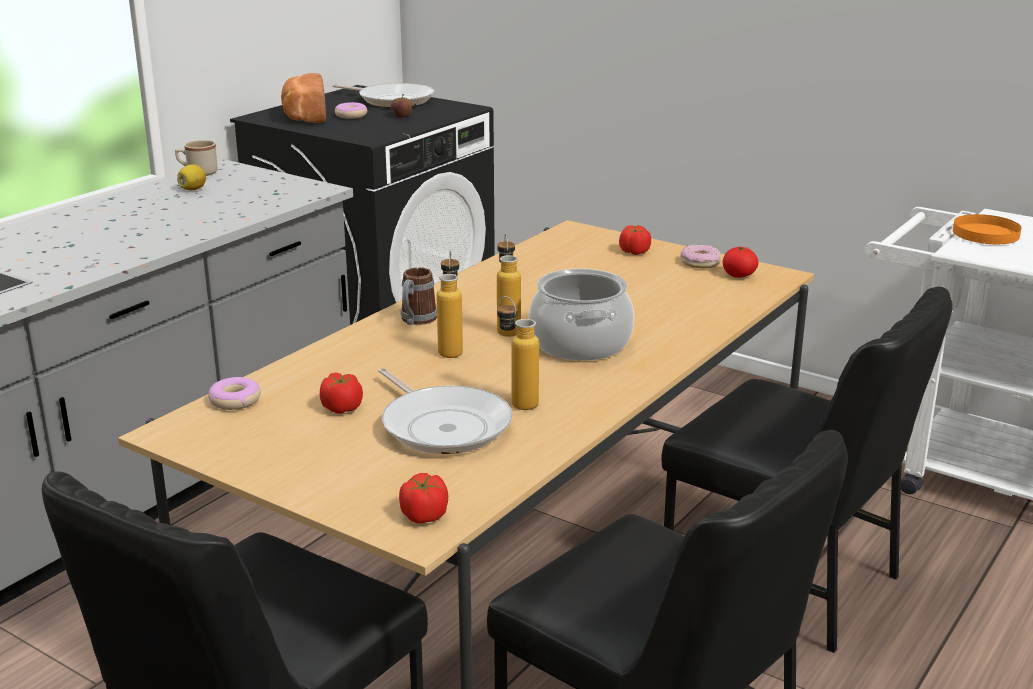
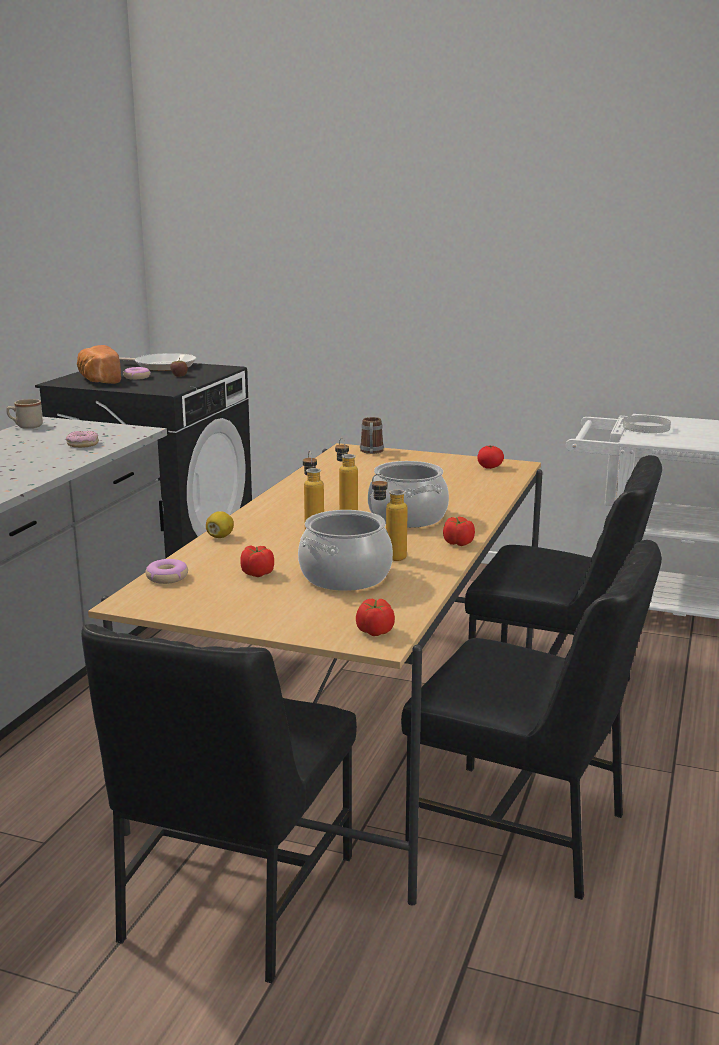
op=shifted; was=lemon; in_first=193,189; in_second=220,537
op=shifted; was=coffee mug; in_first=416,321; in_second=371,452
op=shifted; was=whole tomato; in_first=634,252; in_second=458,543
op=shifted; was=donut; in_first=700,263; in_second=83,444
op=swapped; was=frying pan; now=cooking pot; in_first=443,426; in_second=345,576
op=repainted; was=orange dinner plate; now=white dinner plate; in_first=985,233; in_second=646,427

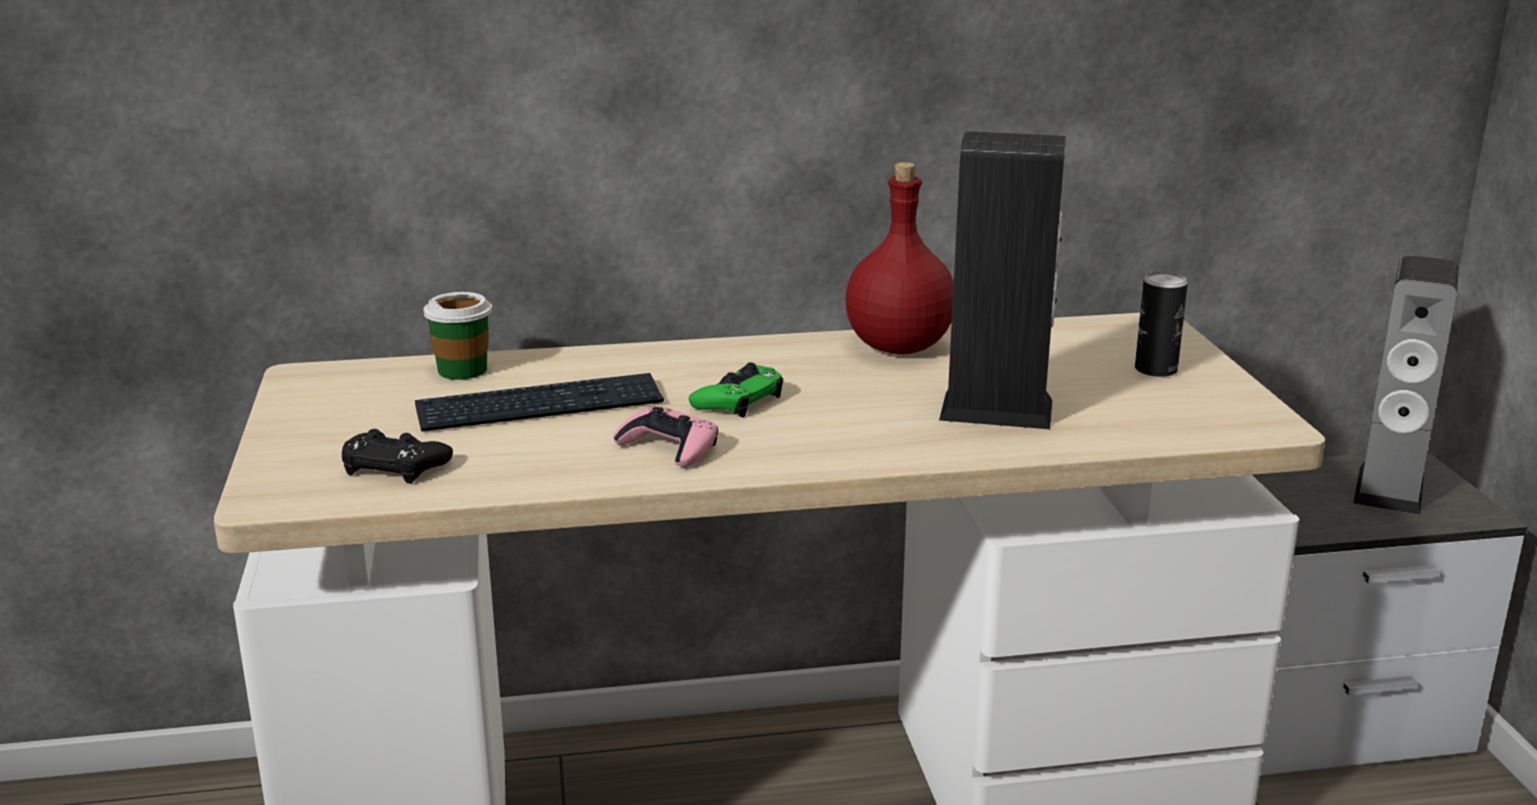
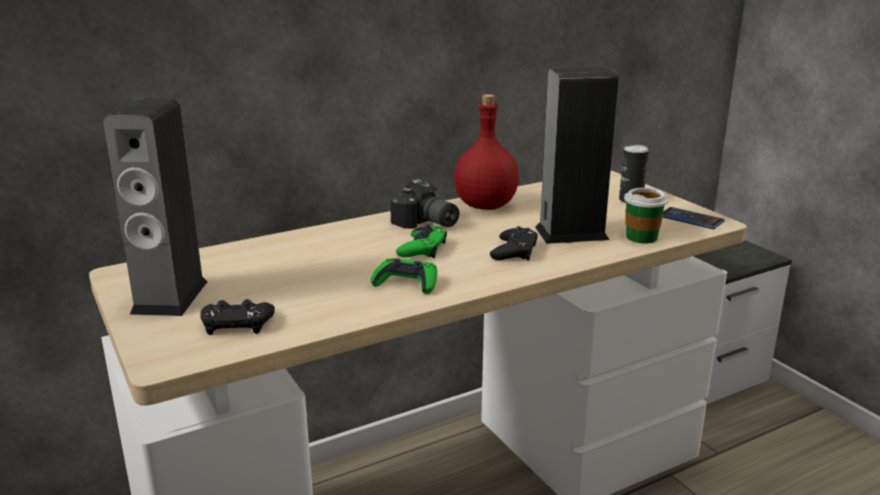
op=gone; was=keyboard; in_first=540,407
op=new; now=still camera; in_second=425,224
op=new; now=black-coloured gamepad; in_second=514,251
op=new; now=phone; in_second=691,219
op=shifted; was=drinking cup; in_first=463,370; in_second=641,237
op=shifted; was=speaker; in_first=1389,490; in_second=170,297
op=repainted; was=pink gamepad; now=greenish gamepad; in_first=669,447; in_second=406,283

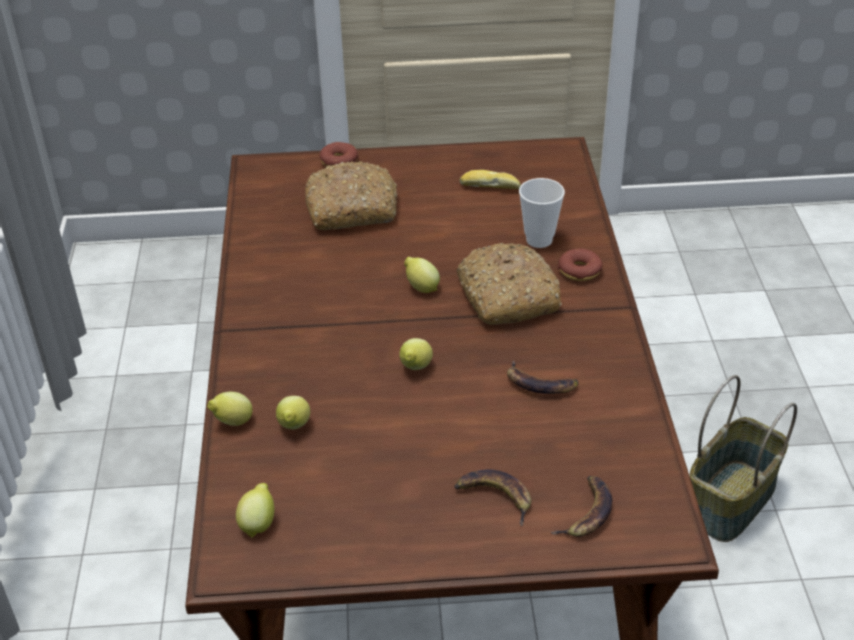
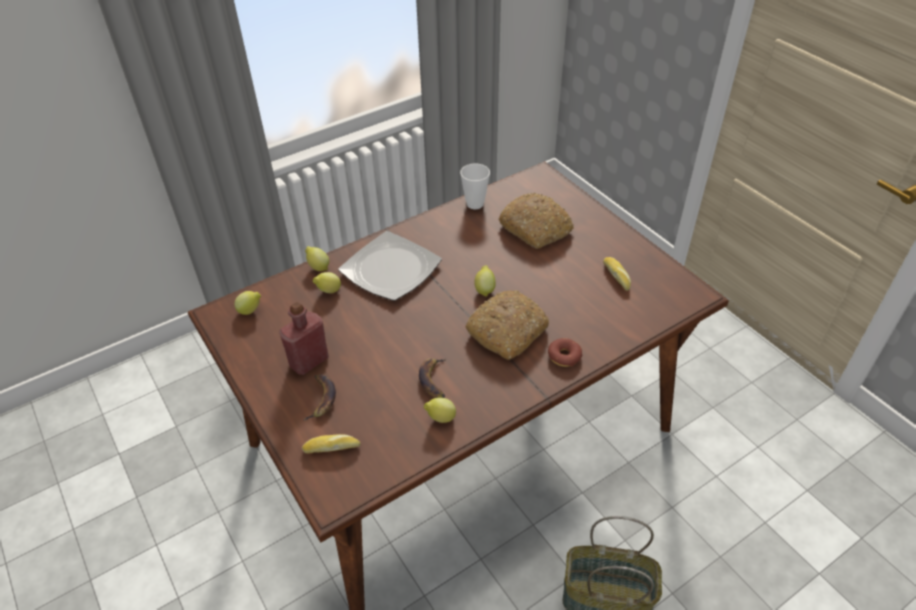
op=gone; was=donut; in_first=339,161
op=new; now=red-coloured drink bottle; in_second=309,361
op=new; now=dinner plate; in_second=390,268
op=shifted; was=lemon; in_first=415,368; in_second=440,418
op=shifted; was=drinking cup; in_first=539,240; in_second=475,204
op=swapped; was=banana; now=bread; in_first=586,512; in_second=331,447

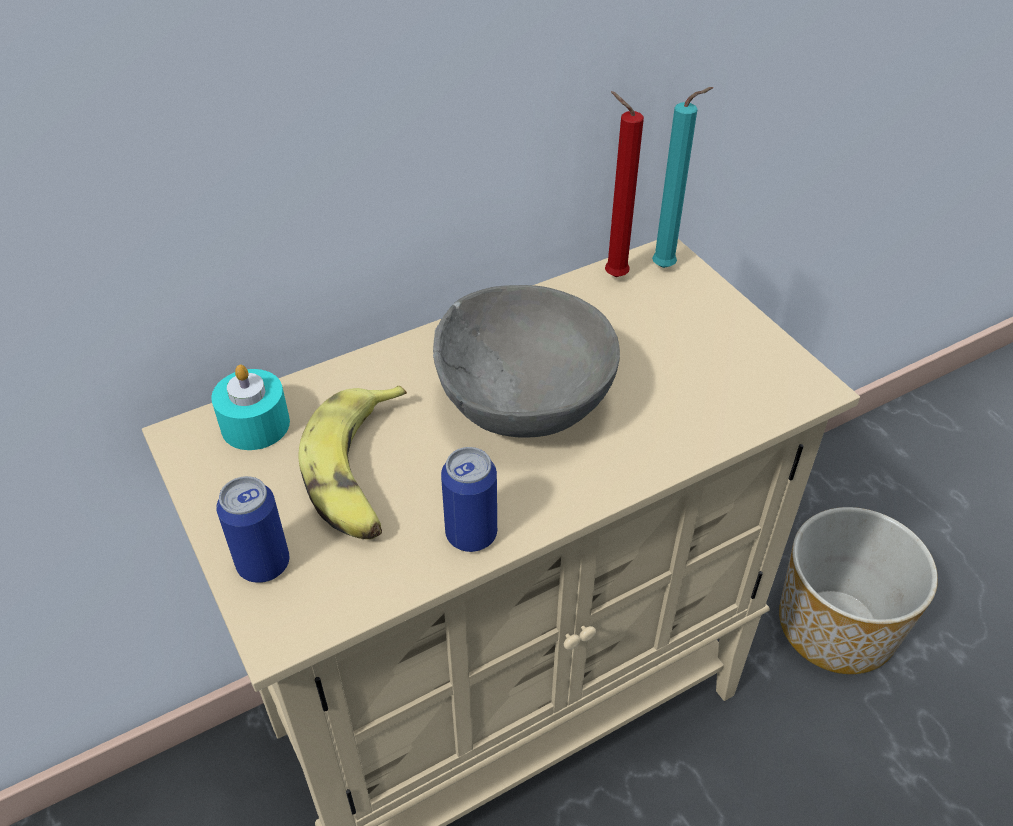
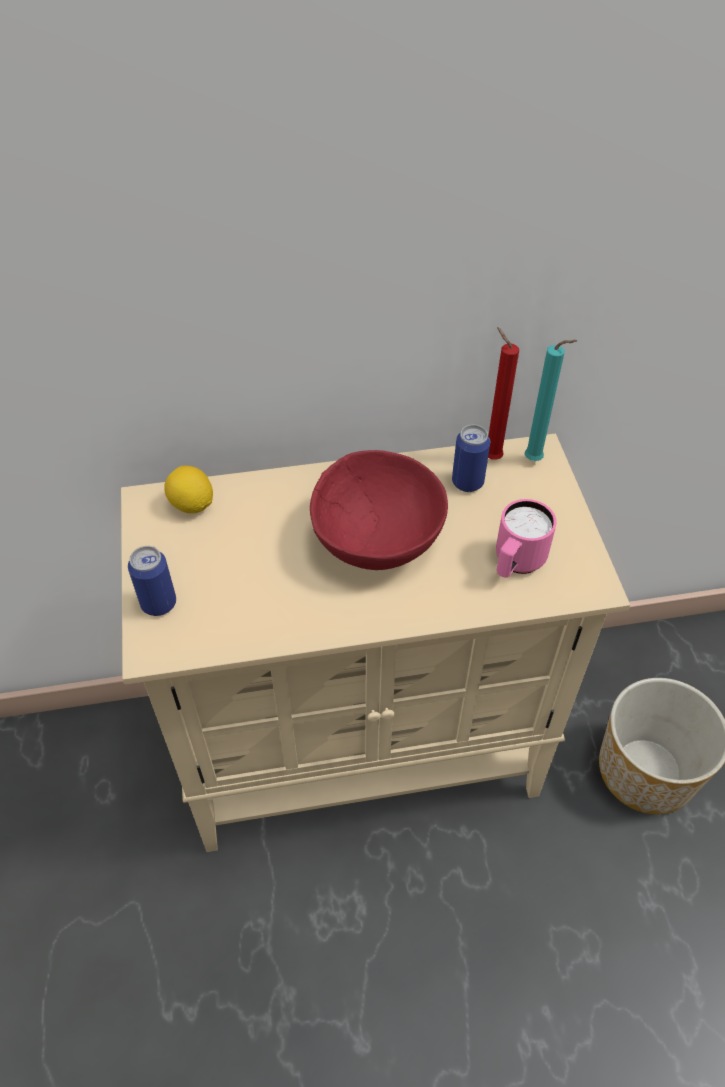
op=gone; was=banana; in_first=359,474
op=new; now=pink coffee mug; in_second=516,564
op=shifted; was=metal can; in_first=471,534; in_second=467,482
op=swapped; was=turquoise wax candle; now=lemon; in_first=255,424; in_second=192,505
op=repainted; was=grey bowl; now=red-coloured bowl; in_first=524,405; in_second=377,541

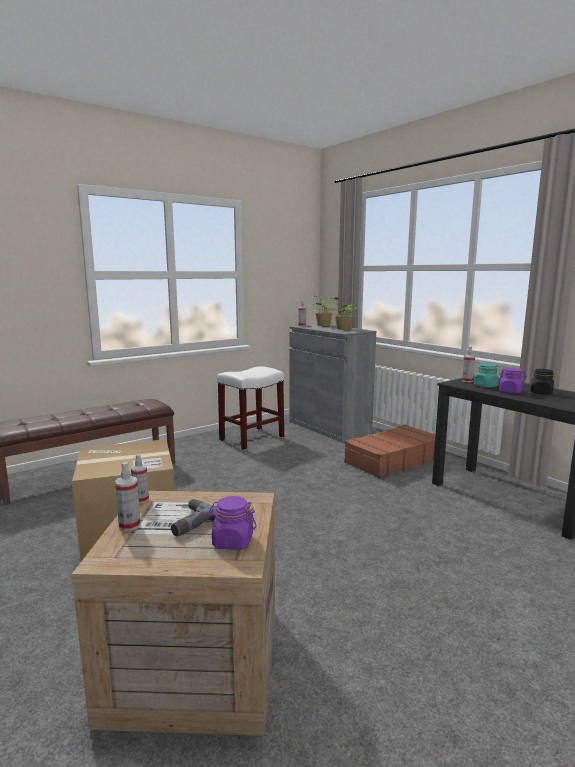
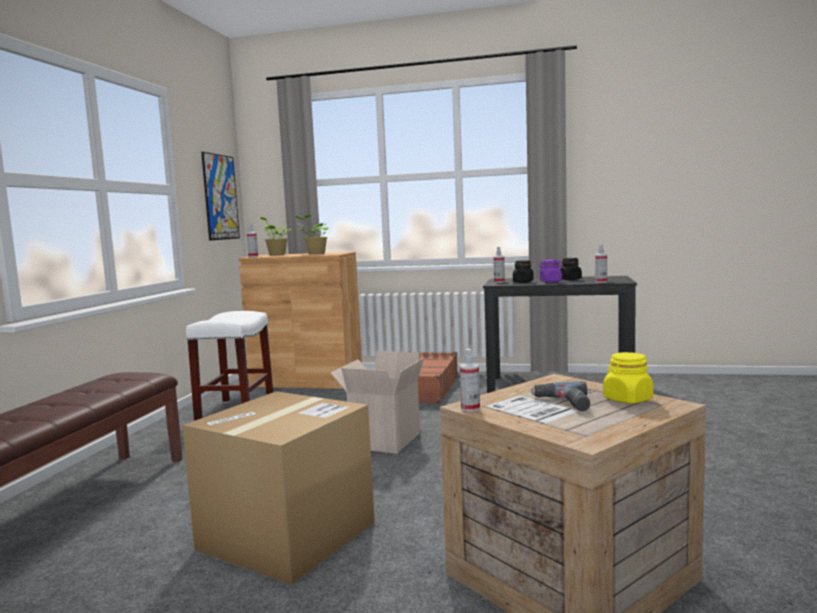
op=new; now=wall art; in_second=220,197
op=new; now=packing box; in_second=384,439
op=shifted; was=hand sprayer; in_first=129,525; in_second=601,282
op=repainted; was=purplish preserve jar; now=yellow preserve jar; in_first=232,541; in_second=627,399
op=repainted; was=grey cabinet; now=brown cabinet; in_first=329,427; in_second=307,381
op=repainted; was=turquoise preserve jar; now=black-coloured preserve jar; in_first=485,386; in_second=523,282

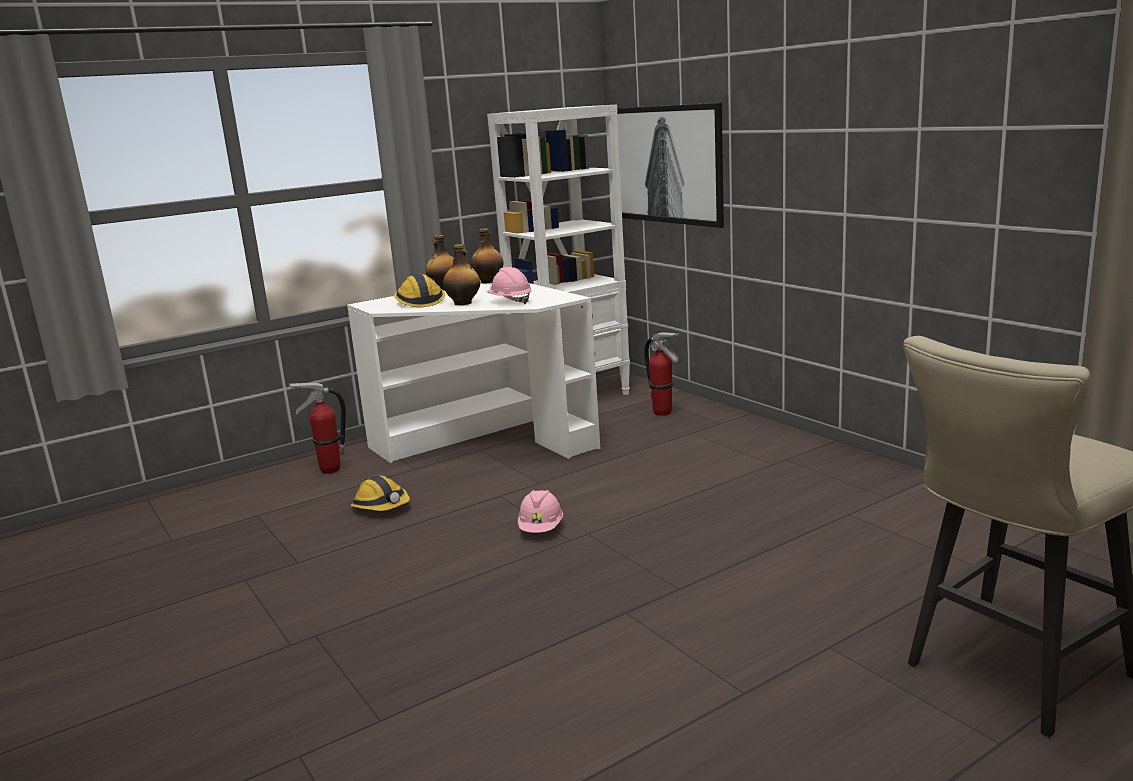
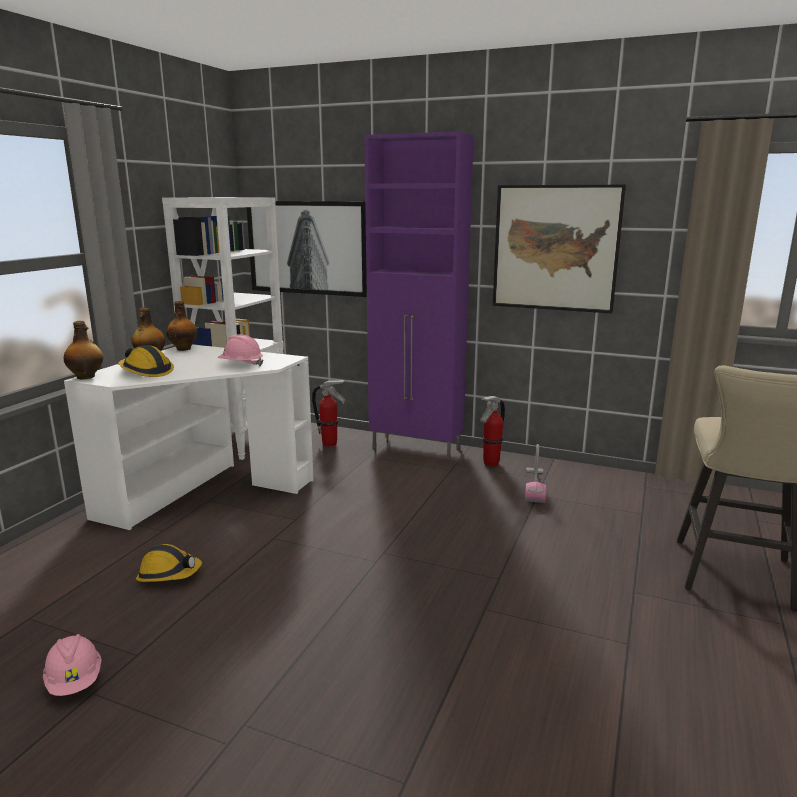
op=new; now=purplish cabinet; in_second=417,448
op=new; now=wall art; in_second=555,248
op=new; now=hoover; in_second=534,486
op=shifted; was=fire extinguisher; in_first=329,470; in_second=490,463
op=shifted; was=drink bottle; in_first=463,303; in_second=86,377
op=shifted; was=pink hard hat; in_first=541,529; in_second=75,681

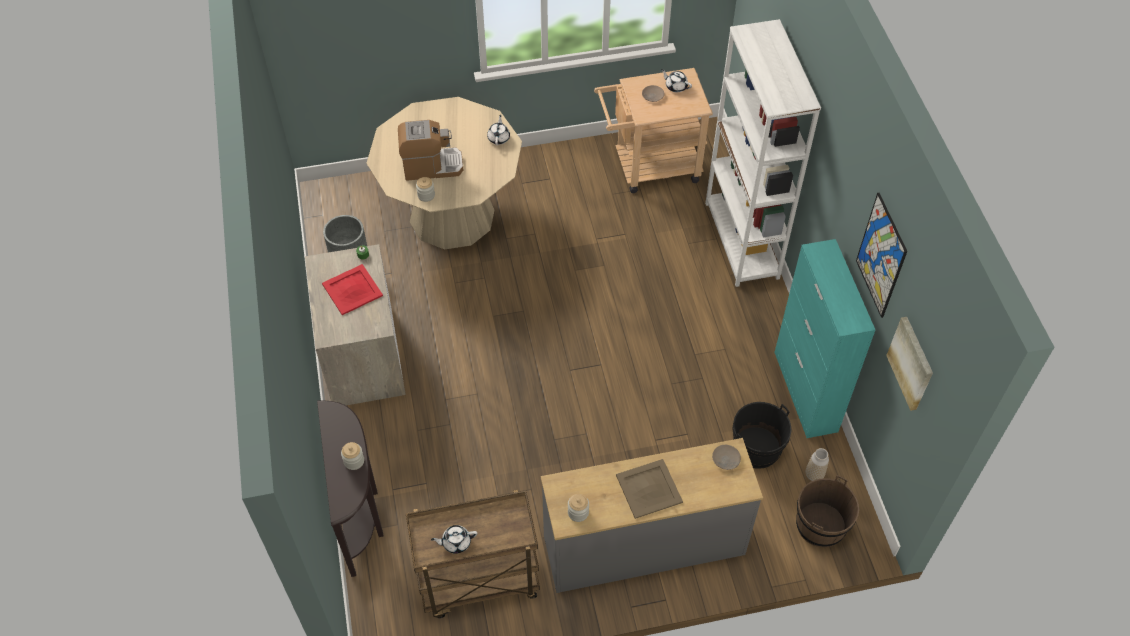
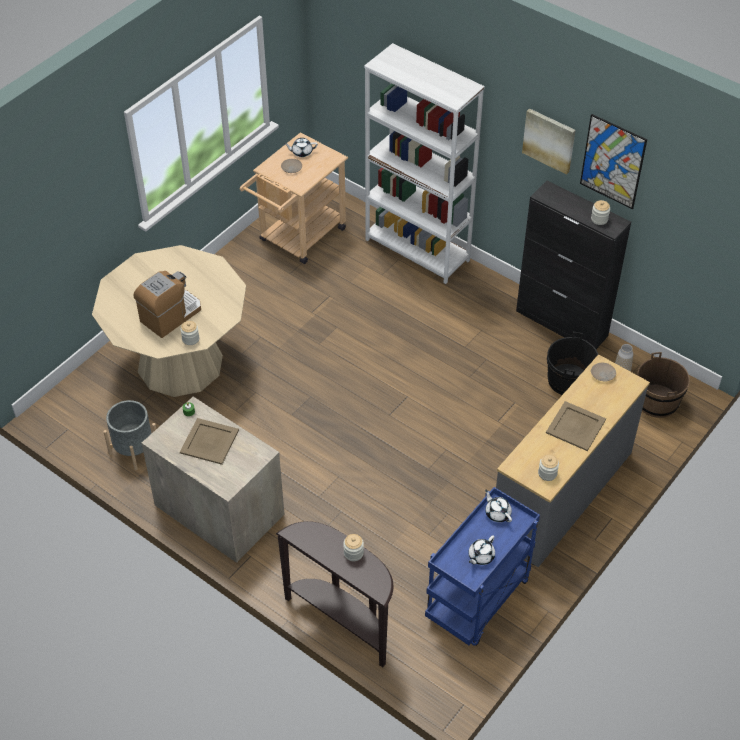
op=new; now=preserve jar; in_second=599,219
op=shifted; was=white pot for tea; in_first=499,138; in_second=497,513
op=shifted; was=wall art; in_first=911,363; in_second=549,140
op=repainted; was=red-coloured serving tray; now=sand-coloured serving tray; in_first=351,290; in_second=209,441
op=repainted; was=brown cart; now=blue cart; in_first=478,583; in_second=478,602
op=repainted; was=turquoise cabinet; now=black-coloured cabinet; in_first=805,392; in_second=562,323

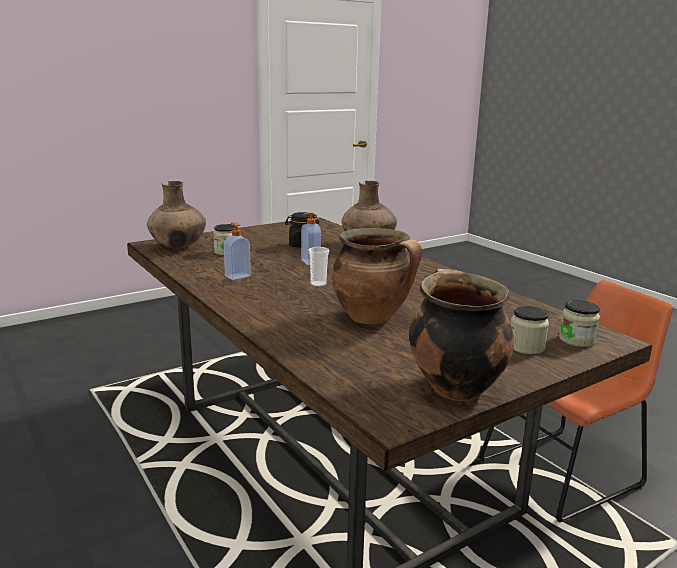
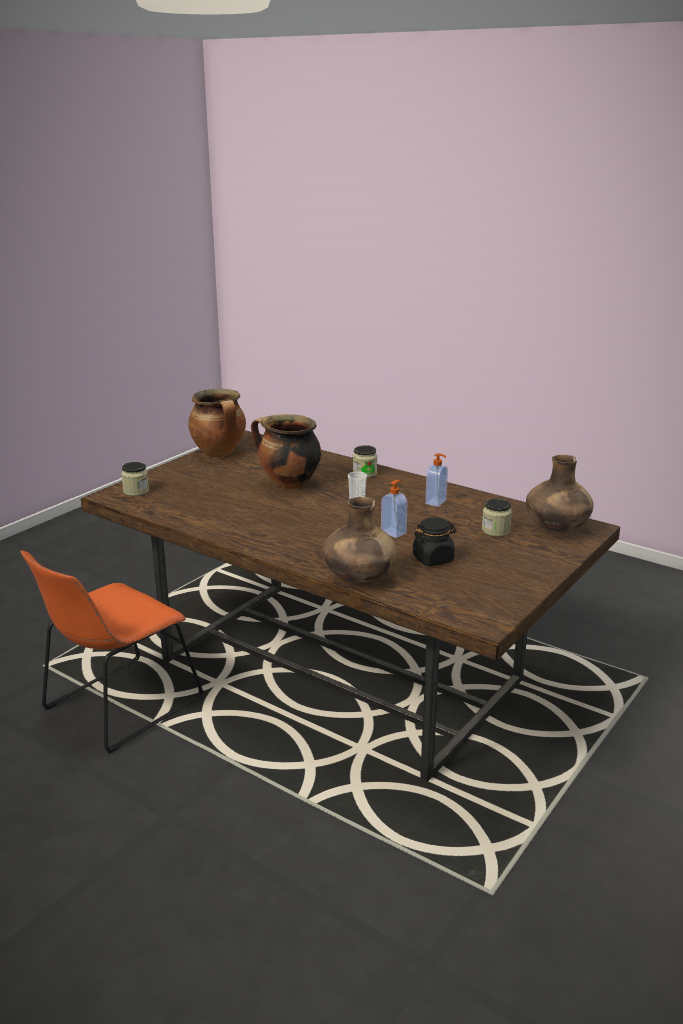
op=shifted; was=preserve jar; in_first=526,347; in_second=364,473

